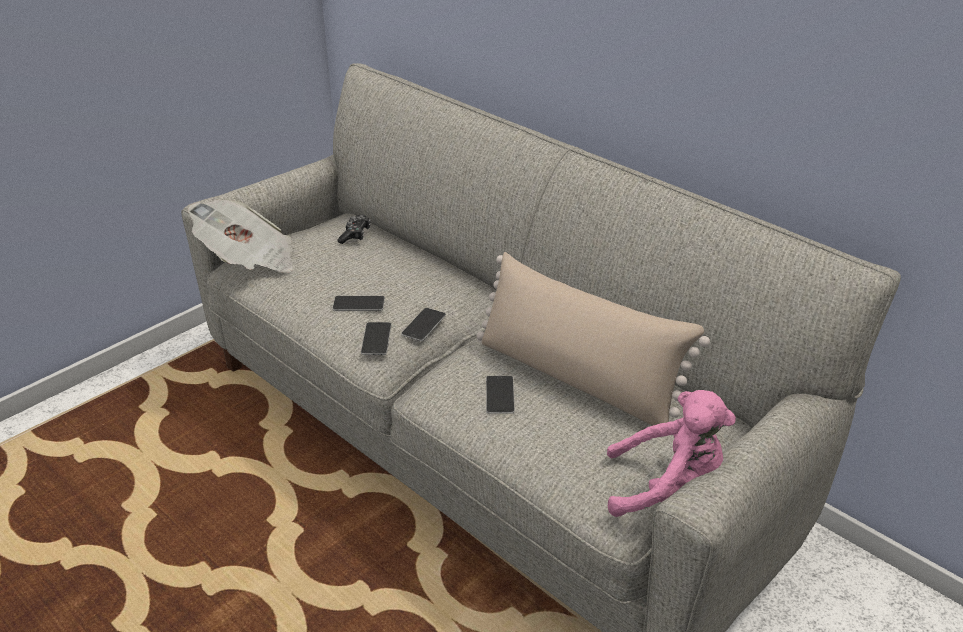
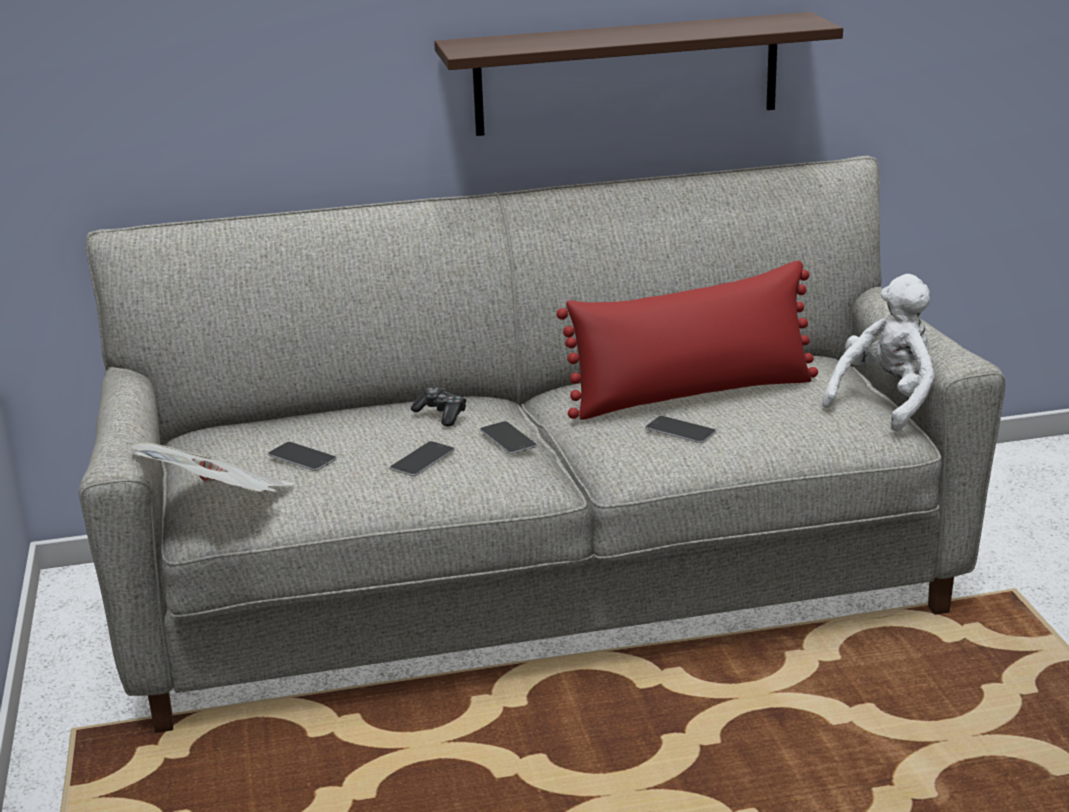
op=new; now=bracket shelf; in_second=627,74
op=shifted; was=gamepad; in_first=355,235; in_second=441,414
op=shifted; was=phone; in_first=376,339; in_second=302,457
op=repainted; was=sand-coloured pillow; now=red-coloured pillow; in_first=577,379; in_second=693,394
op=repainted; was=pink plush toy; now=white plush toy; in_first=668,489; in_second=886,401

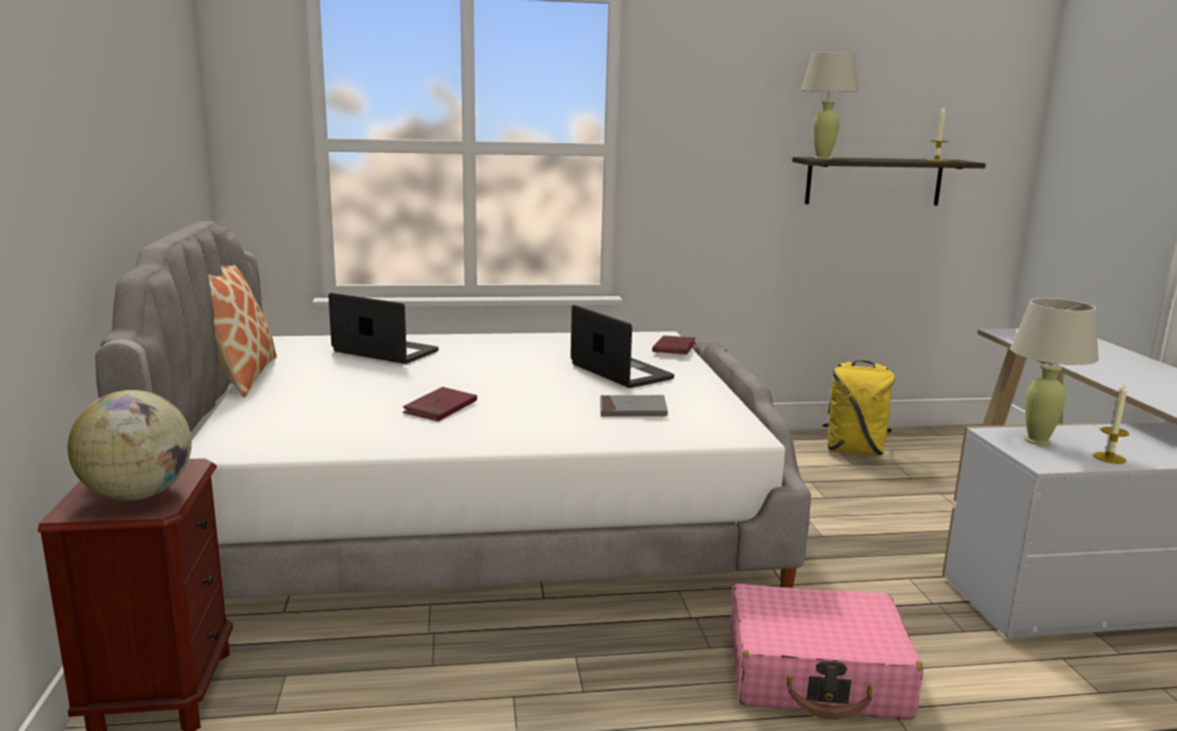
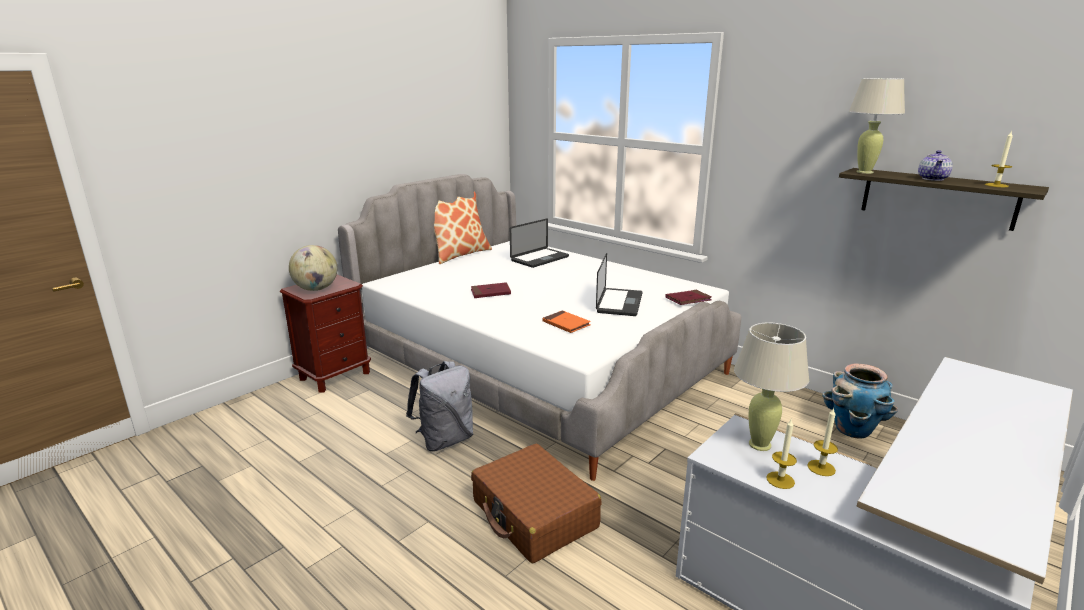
op=new; now=grey rucksack; in_second=445,440
op=new; now=wax candle; in_second=821,468
op=new; now=pot for tea; in_second=933,179
op=swapped; was=yellow rucksack; now=planter; in_first=854,450; in_second=853,430
op=repainted; was=grey book; now=orange book; in_first=632,410; in_second=566,324
op=repainted; was=pink piece of luggage; now=brown piece of luggage; in_first=817,674; in_second=534,515
op=rotated; was=laptop; in_first=385,352; in_second=540,259; clockwise=60

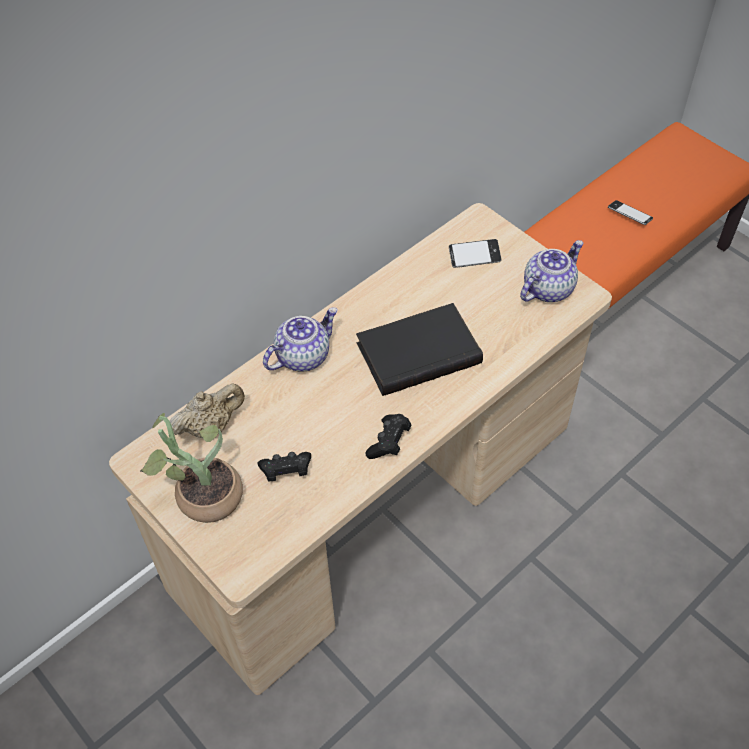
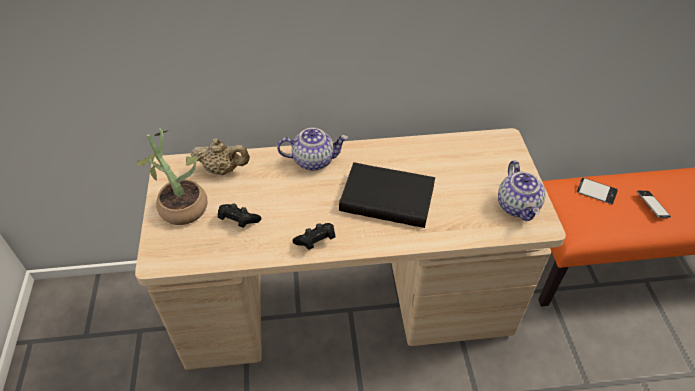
op=shifted; was=phone; in_first=474,256; in_second=595,193
op=rotated; was=pot for tea; in_first=548,288; in_second=518,206; clockwise=90

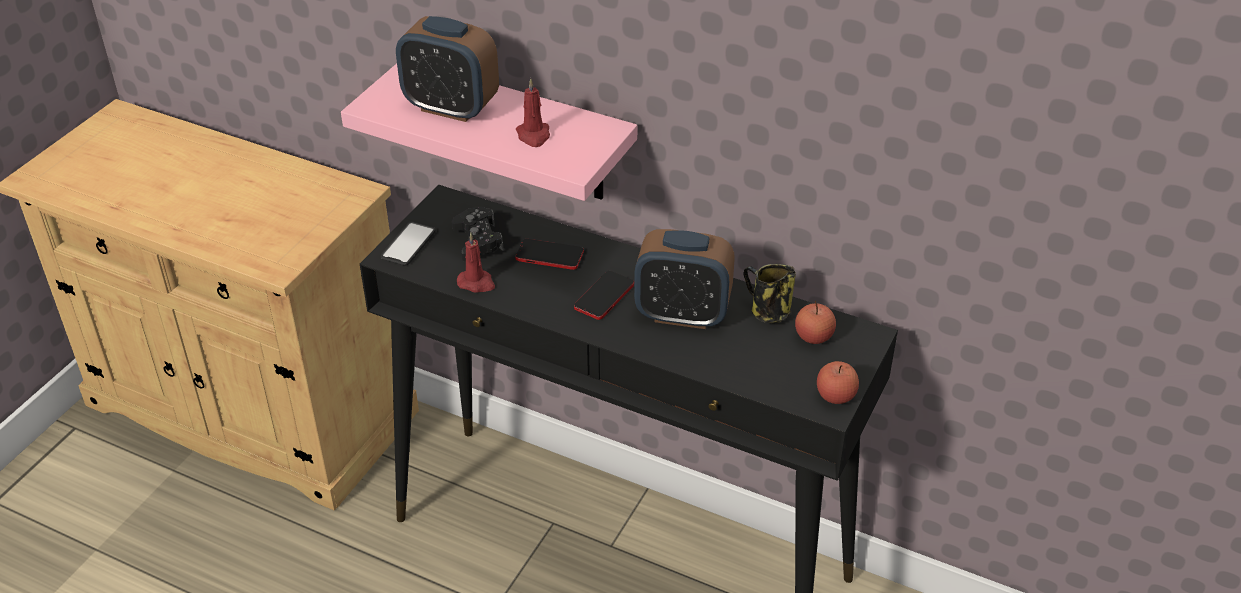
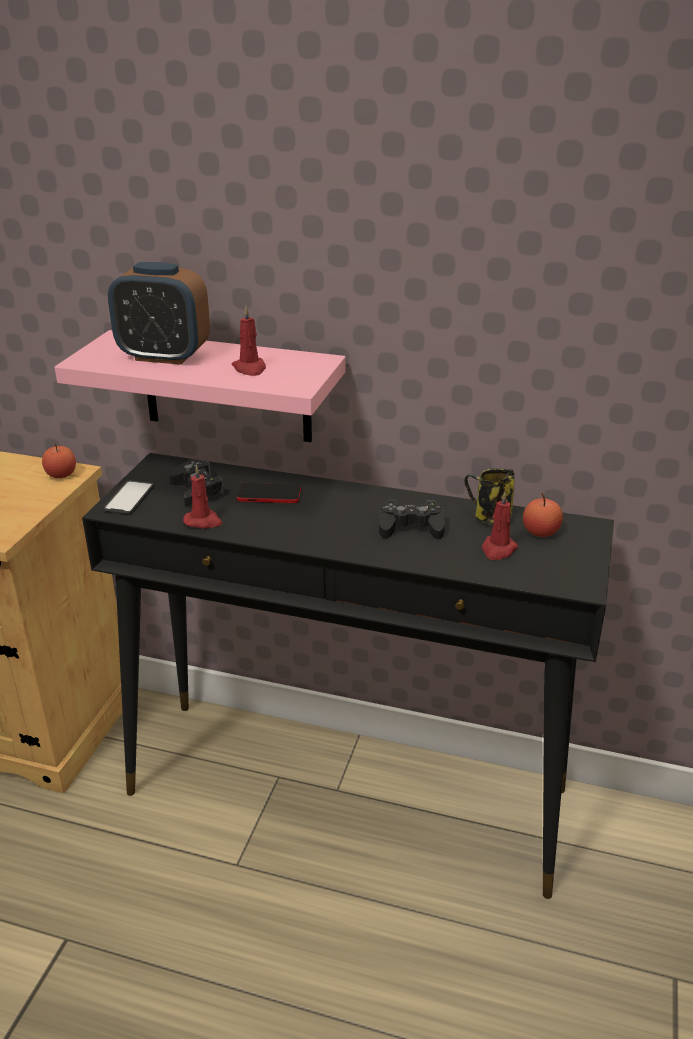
op=gone; was=phone; in_first=604,296
op=new; now=red-coloured wax candle; in_second=498,550
op=shifted; was=whole apple; in_first=835,396; in_second=61,475
op=swapped; was=table clock; now=black-coloured gamepad; in_first=682,314; in_second=411,527

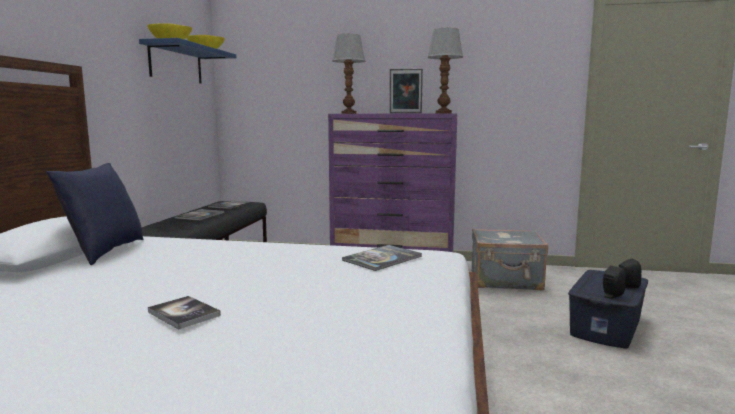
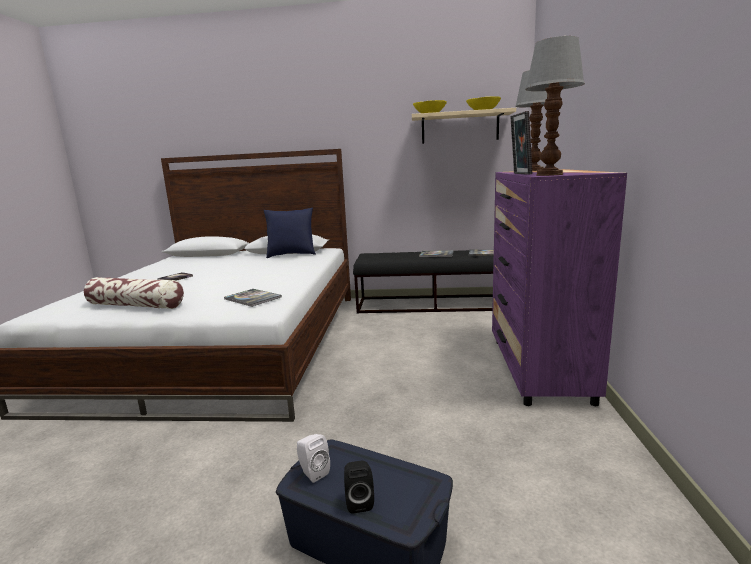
op=gone; was=grey piece of luggage; in_first=506,281
op=new; now=pillow; in_second=136,305
op=repainted; was=blue bracket shelf; now=sand-coloured bracket shelf; in_first=176,64; in_second=460,128
op=repainted; was=black-coloured speaker; now=white speaker; in_first=611,296; in_second=312,472

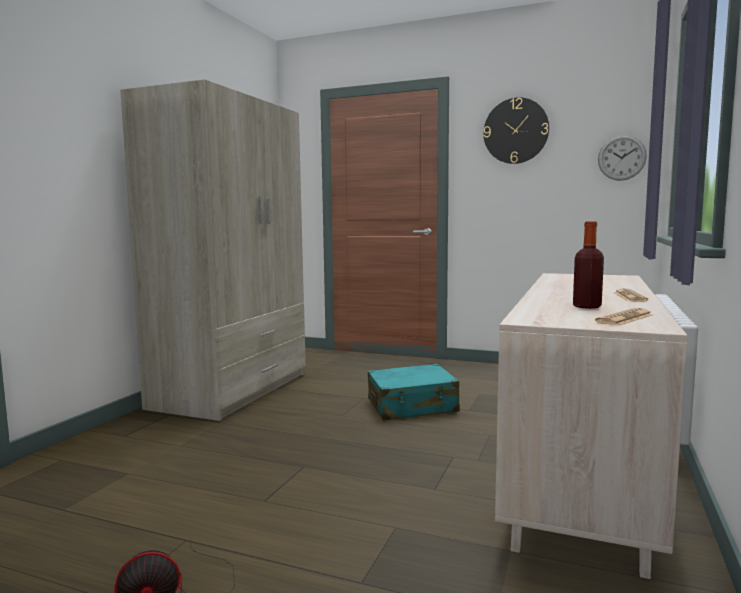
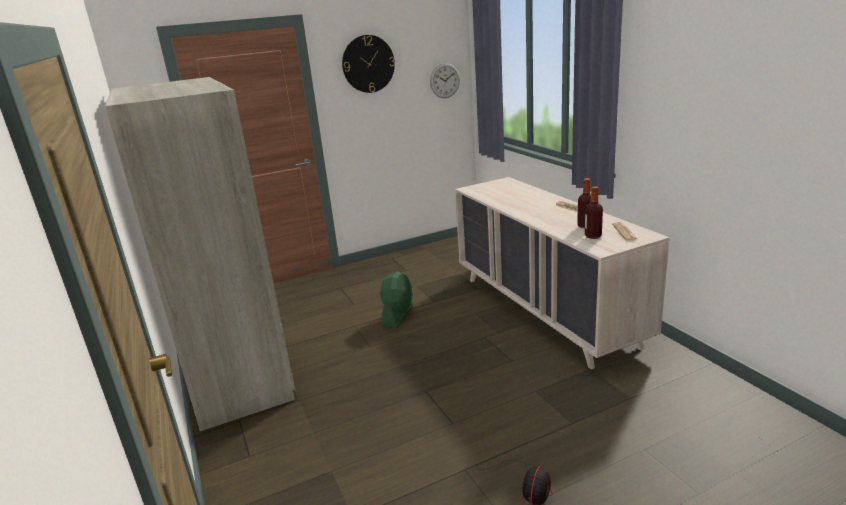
op=new; now=drink bottle; in_second=593,236
op=swapped; was=turquoise piece of luggage; now=greenish electric fan; in_first=412,406; in_second=398,316

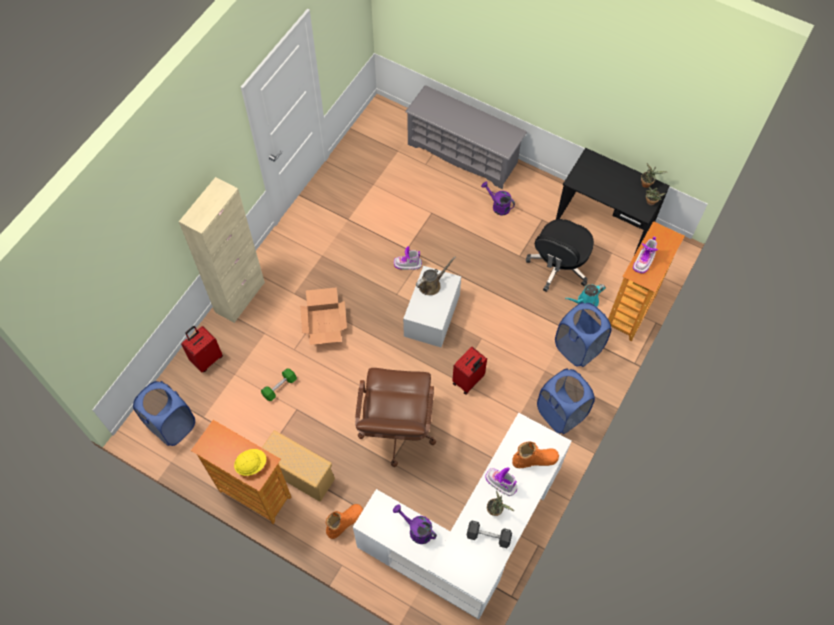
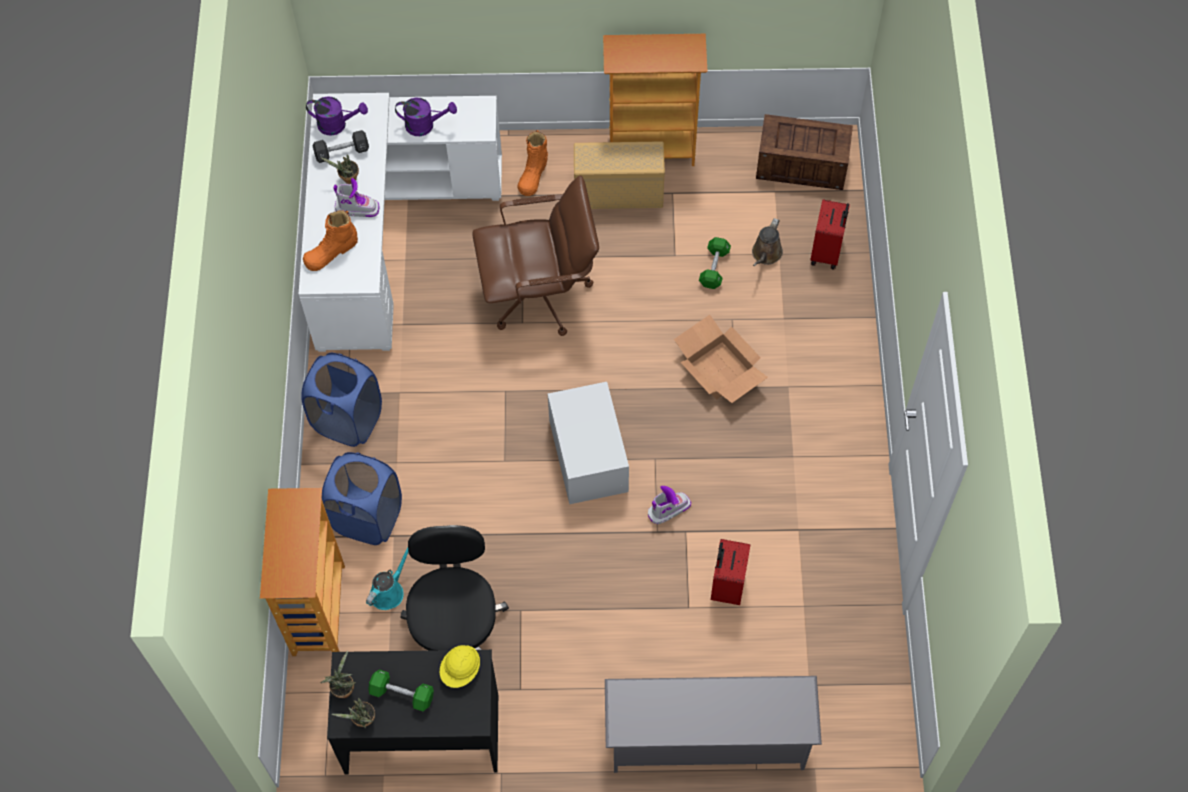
op=gone; was=sand-coloured cabinet; in_first=240,297
op=gone; was=boot; in_first=644,261
op=new; now=greenish dumbbell; in_second=402,694
op=shifted; was=yellow hard hat; in_first=251,464; in_second=461,670
op=shifted; was=brown sprinkling can; in_first=431,284; in_second=766,254
op=shifted; was=red-coloured piece of luggage; in_first=468,381; in_second=726,585
op=shifted; was=purplish sprinkling can; in_first=498,206; in_second=337,124
op=swapped; was=blue hamper; now=packing crate; in_first=171,425; in_second=803,165
op=rotated; was=brown office chair; in_first=396,430; in_second=540,295; clockwise=105

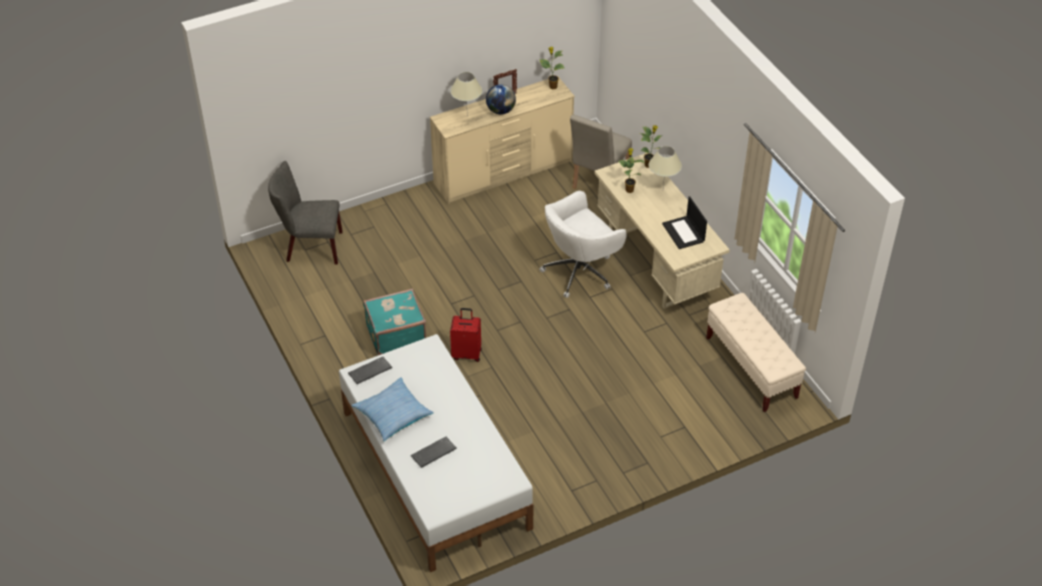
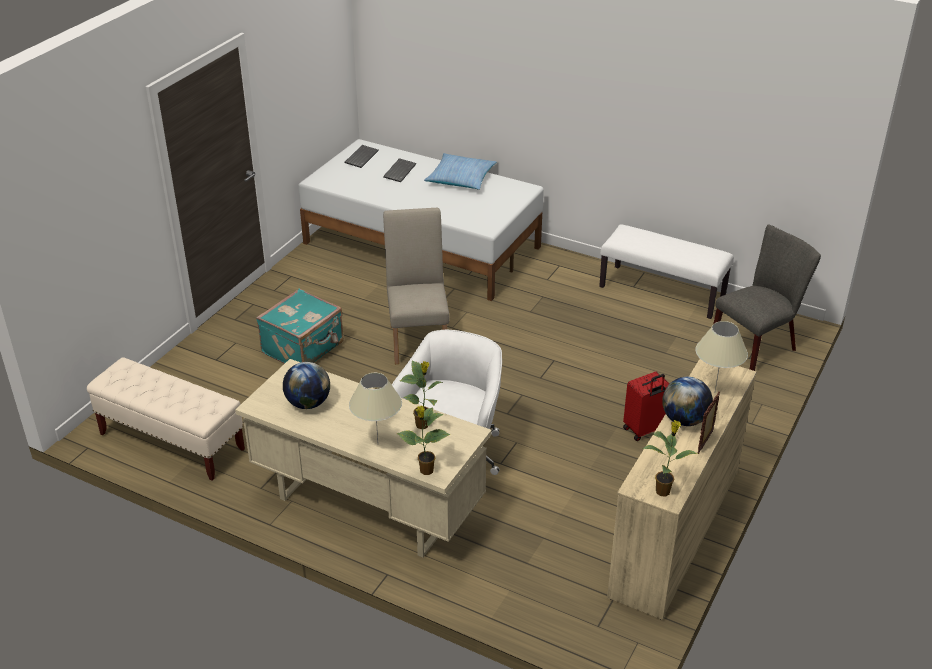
op=new; now=white indoor bench; in_second=662,291
op=shifted; was=keyboard; in_first=370,372; in_second=361,157
op=shifted; was=turquoise piece of luggage; in_first=395,334; in_second=304,348
op=shifted; was=red-coloured piece of luggage; in_first=467,353; in_second=644,430
op=shifted; was=sand-coloured plain chair; in_first=598,182; in_second=418,339
op=swapped; was=laptop; now=world globe; in_first=684,233; in_second=308,403

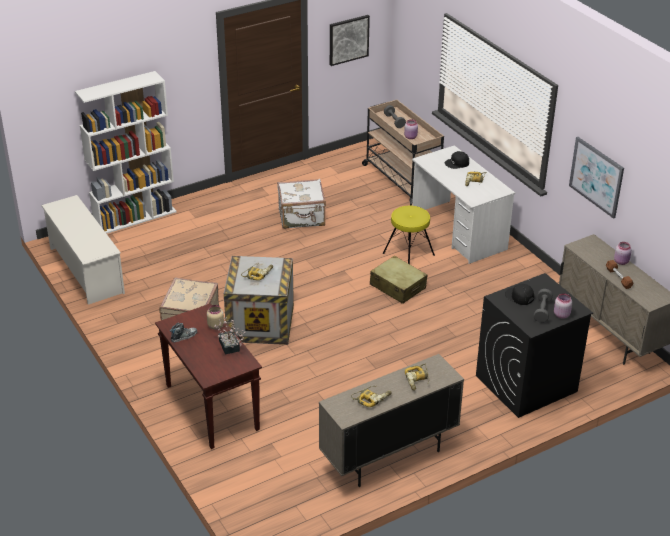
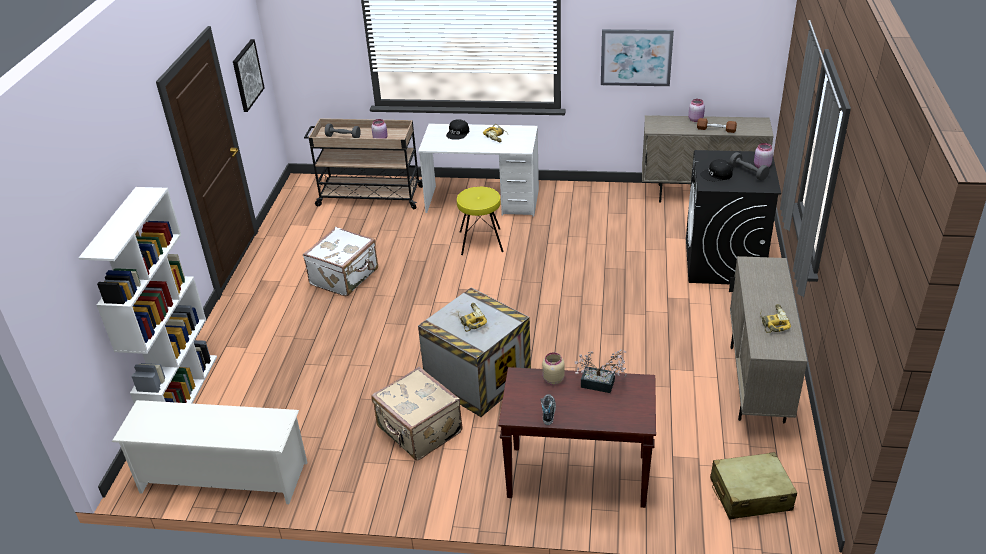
op=gone; was=electric drill; in_first=418,380
op=shifted; was=sand-coloured piece of luggage; in_first=397,286; in_second=750,494

